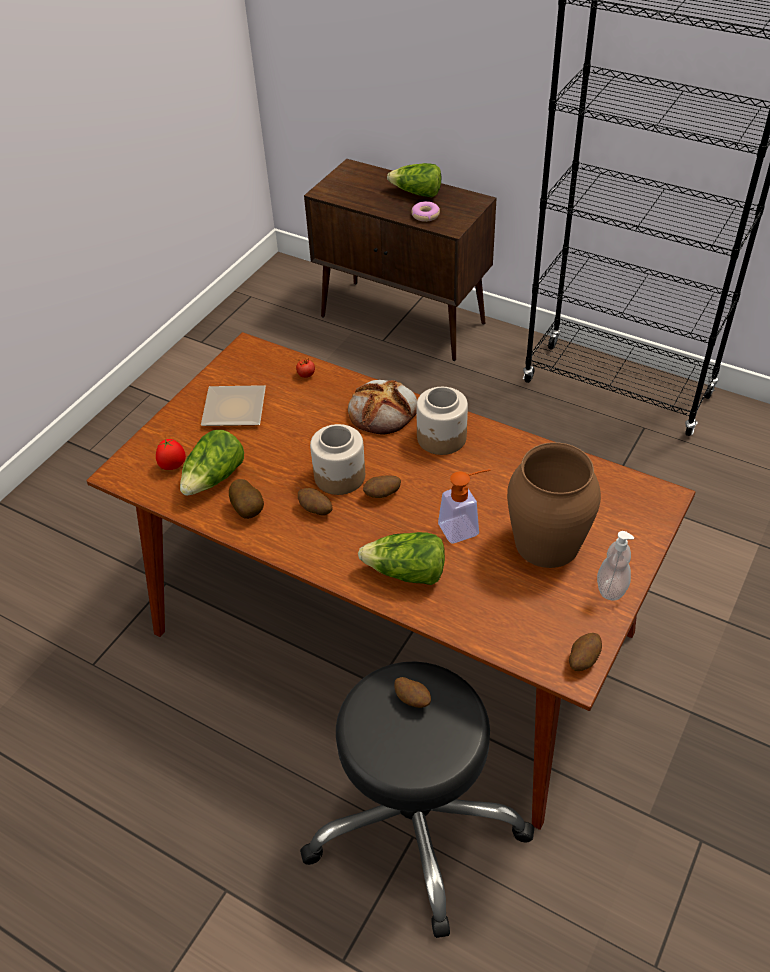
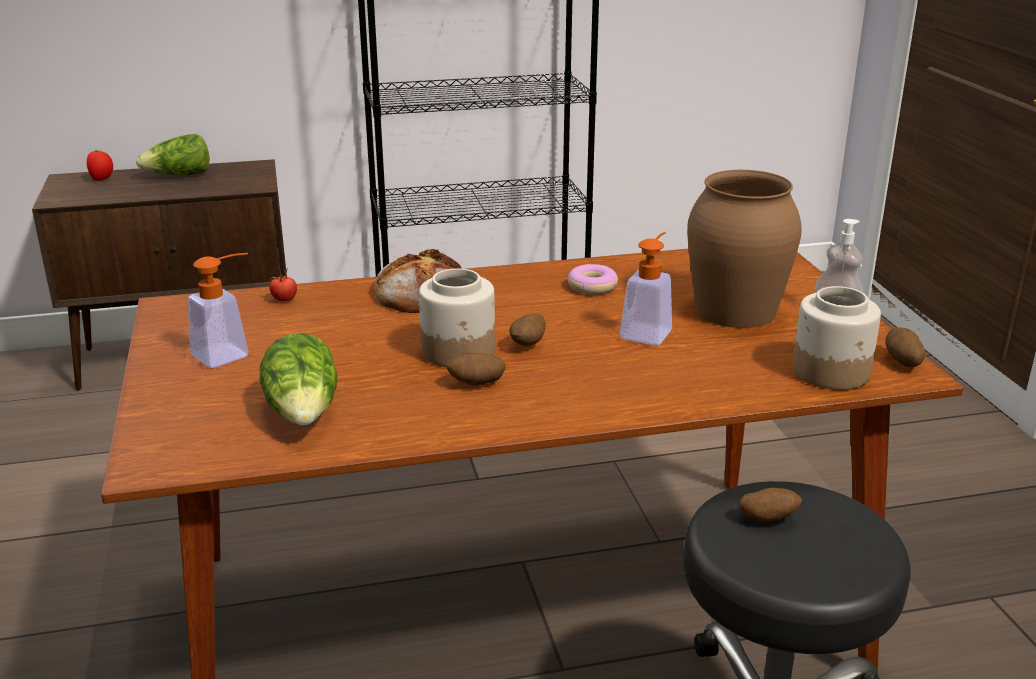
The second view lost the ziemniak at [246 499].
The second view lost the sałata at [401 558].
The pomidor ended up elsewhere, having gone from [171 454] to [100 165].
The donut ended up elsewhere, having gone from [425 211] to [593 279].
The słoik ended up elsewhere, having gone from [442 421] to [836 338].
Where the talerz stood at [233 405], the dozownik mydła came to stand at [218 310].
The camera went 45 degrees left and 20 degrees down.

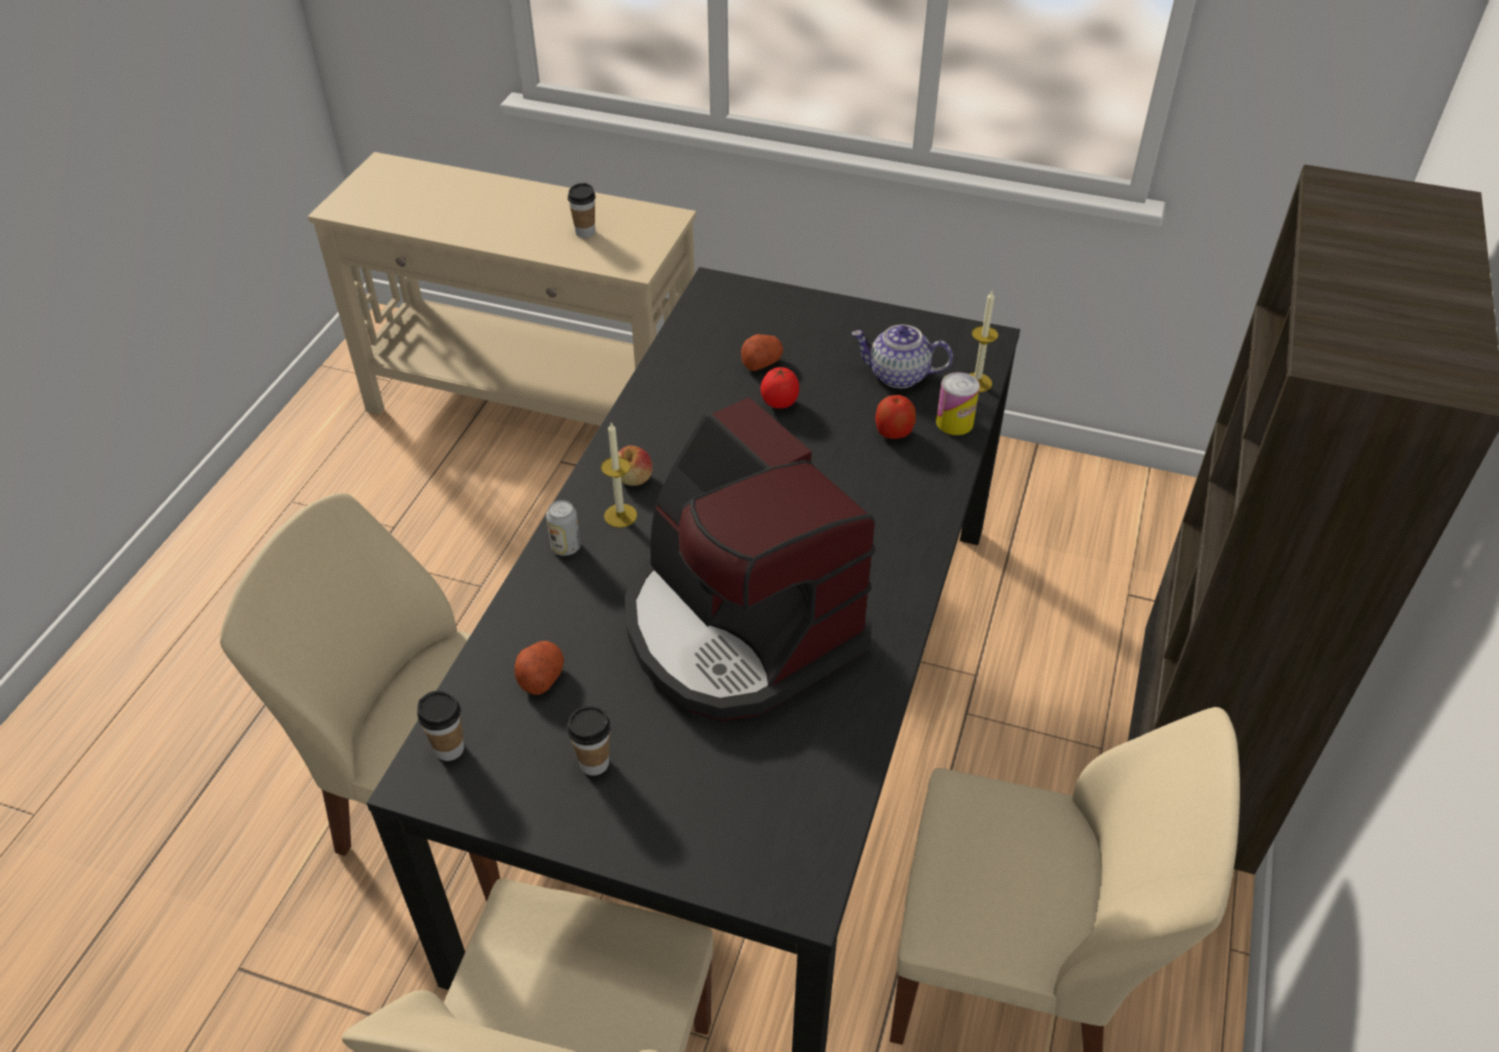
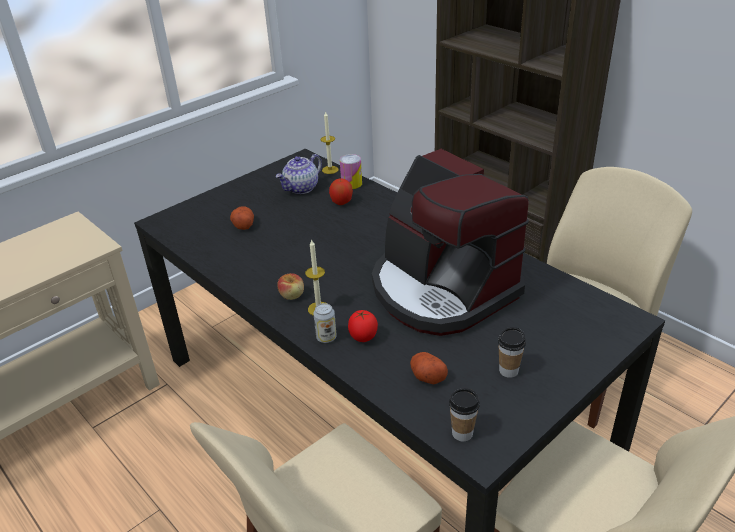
The second view lost the filiżanka at [582 210].
The pomidor ended up elsewhere, having gone from [779 387] to [363 326].
The ekspres do kawy at [750 559] ended up facing another way, 60 degrees clockwise from before.
The camera went 60 degrees left and 10 degrees down.

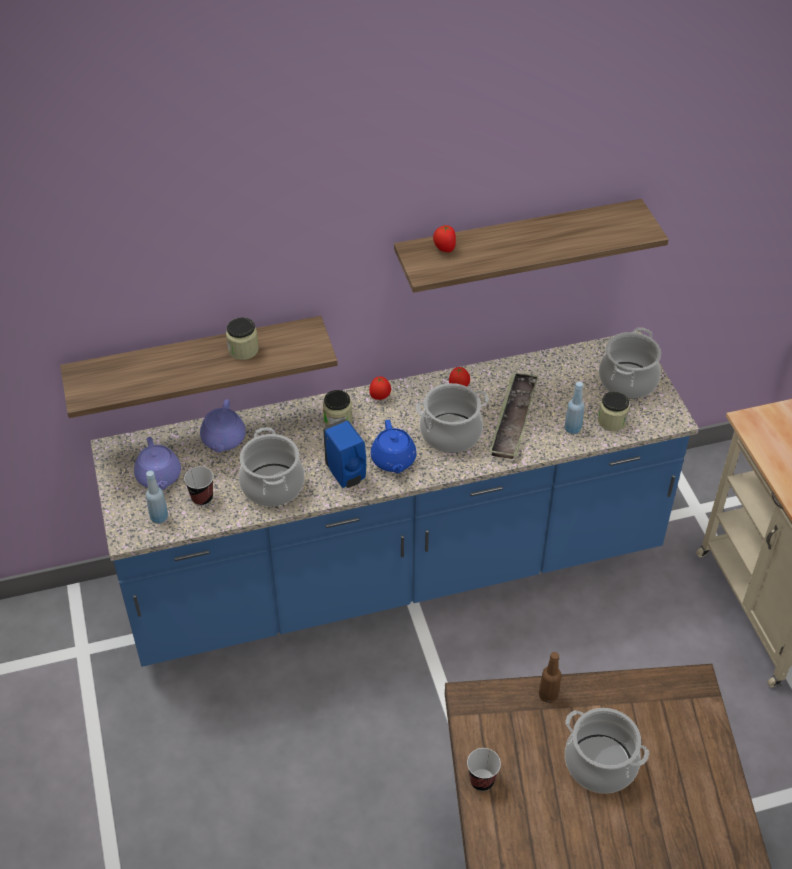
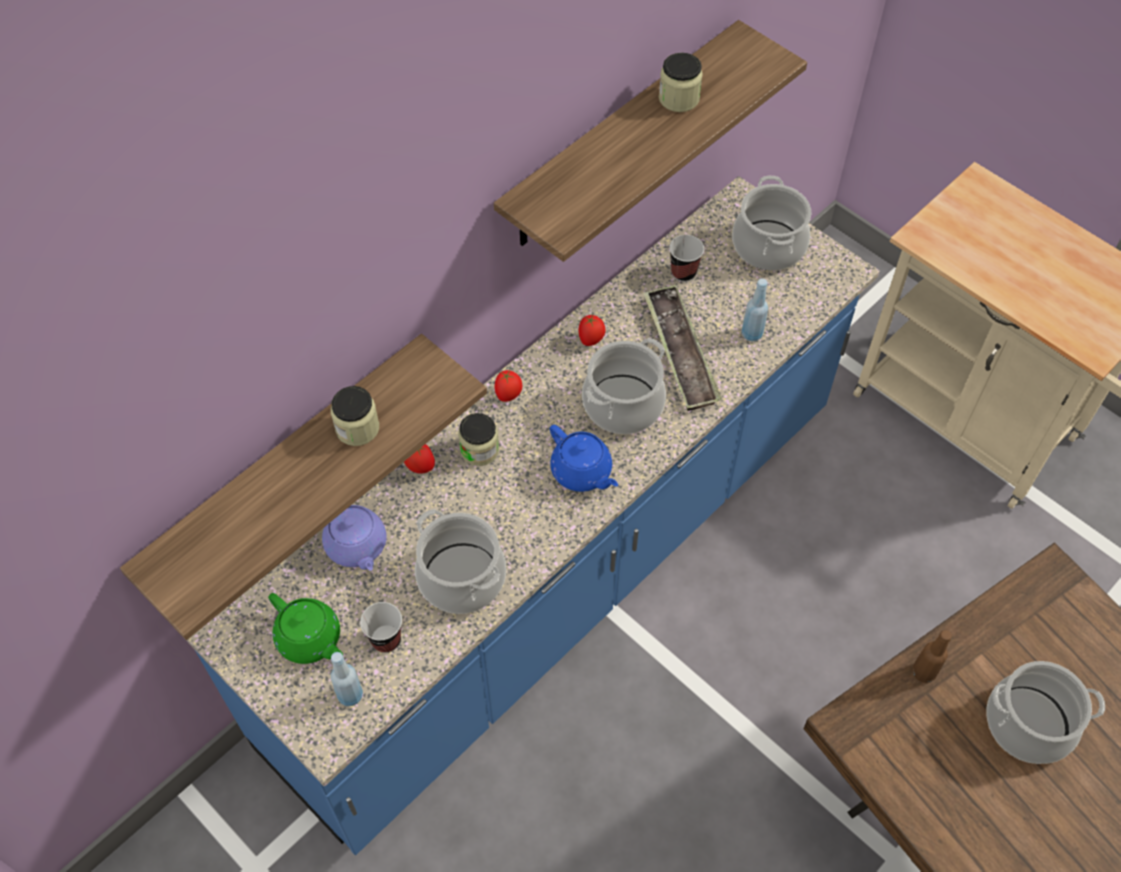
The second view lost the dozownik mydła [niebieski] at [344 453].
The pomidor ended up elsewhere, having gone from [444 238] to [419 459].
The filiżanka ended up elsewhere, having gone from [484 769] to [686 258].
The słoik ended up elsewhere, having gone from [613 411] to [681 82].
What was the imbryk [fioletowy] at [157 463] turned into the imbryk [zielony] at [305 628].
The camera went 30 degrees left and 10 degrees up.

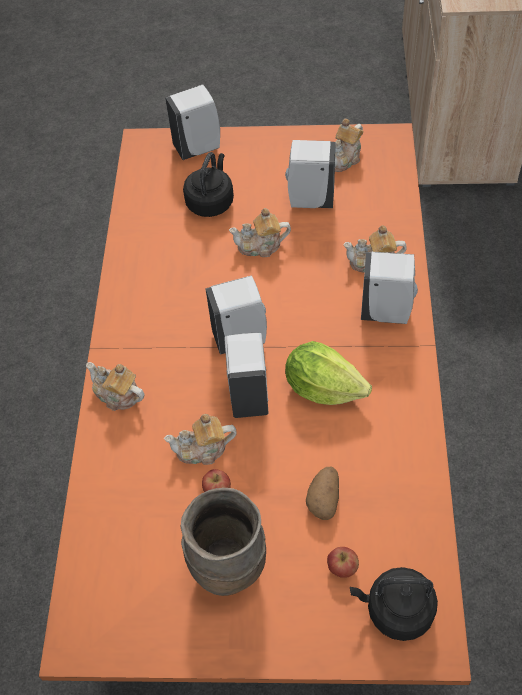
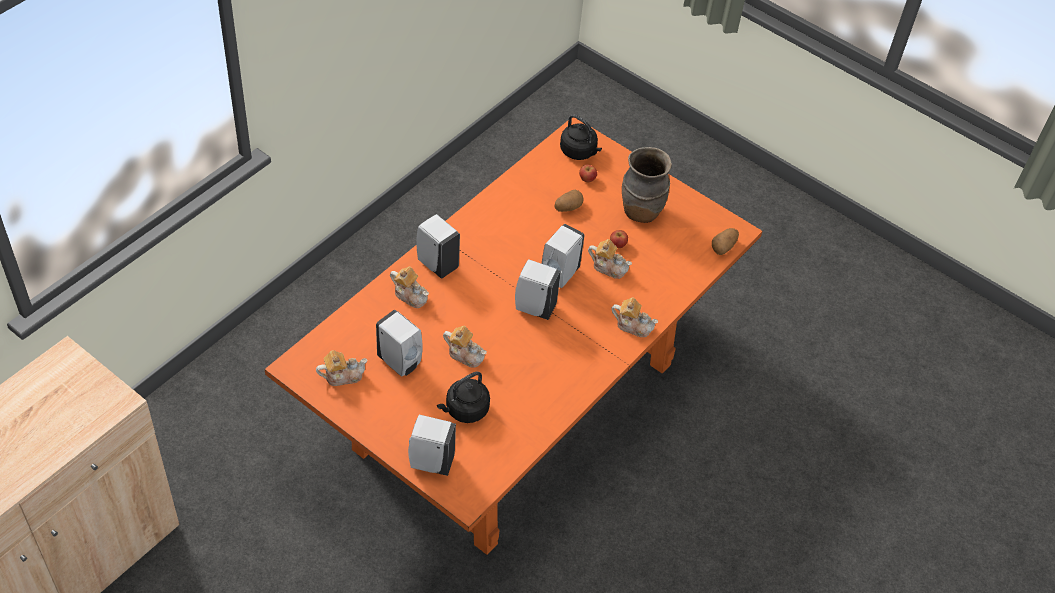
The second view lost the sałata at [328 373].
The second view gained the ziemniak at [725 241].
The imbryk at [115 386] ended up facing another way, 45 degrees counterclockwise from before.
The camera went 150 degrees left and 5 degrees down.

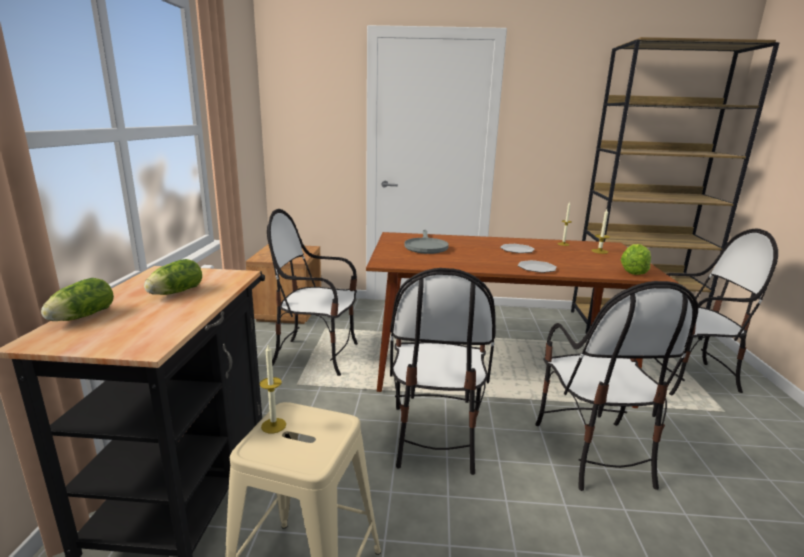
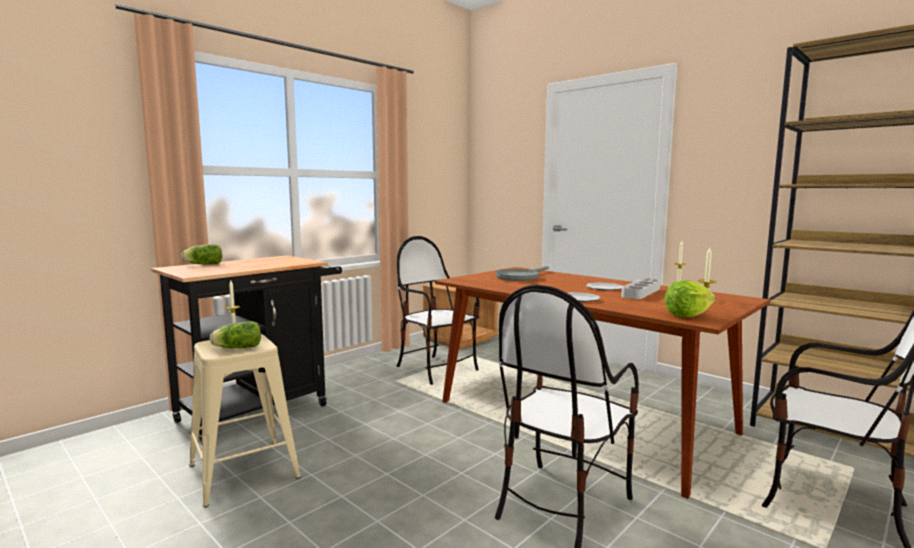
The second view lost the krzesło at [442 371].
The second view gained the taca [szary] at [640 288].
The sałata ended up elsewhere, having gone from [173 277] to [235 334].
The camera went 40 degrees right and 10 degrees down.

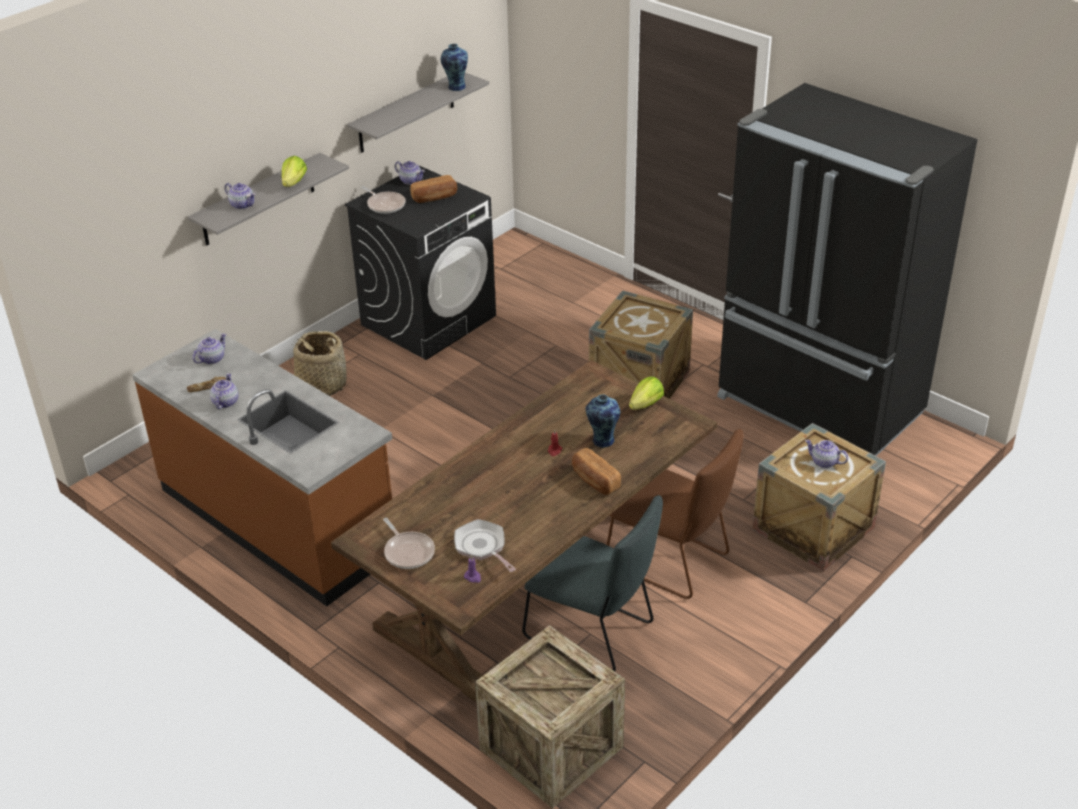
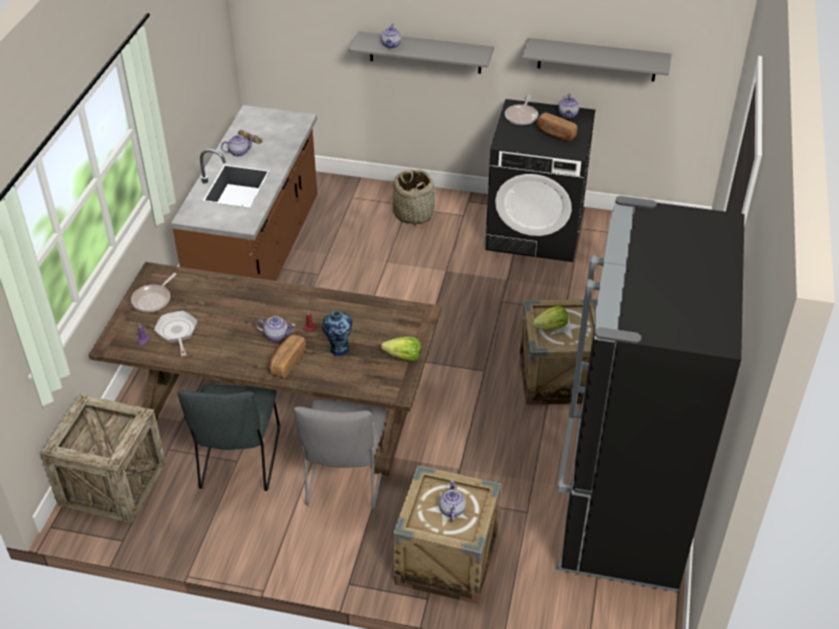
The second view lost the wazon at [454 67].
The imbryk ended up elsewhere, having gone from [209 348] to [275 328].
The sałata ended up elsewhere, having gone from [294 171] to [550 318].
What was the krzesło [brązowy] at [675 514] turned into the krzesło [szary] at [340 455].
The patelnia at [485 545] ended up facing another way, 45 degrees counterclockwise from before.
The camera went 60 degrees right and 5 degrees up.

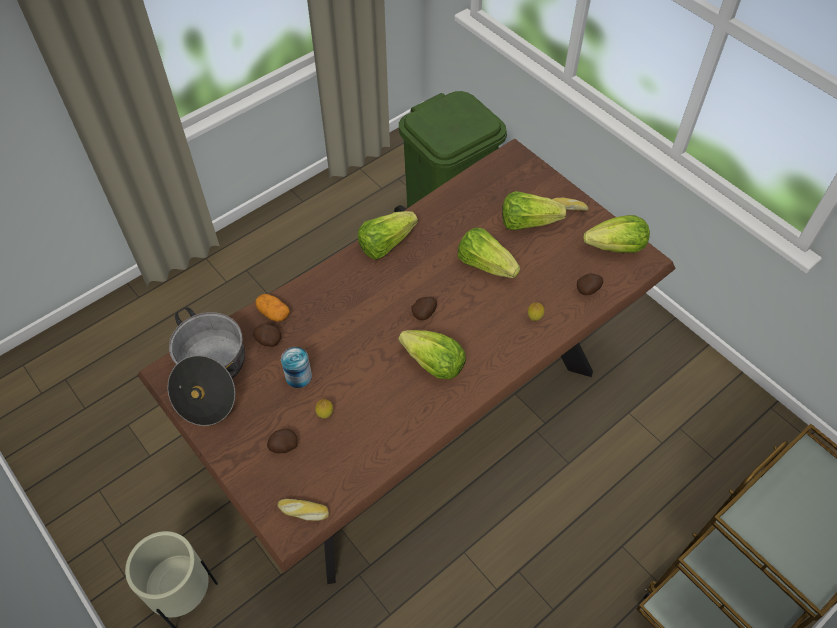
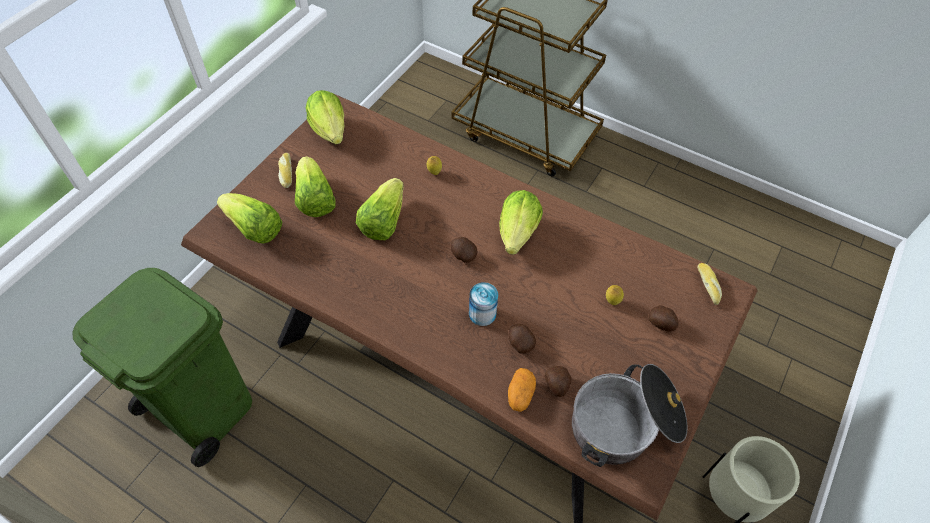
The puszka ended up elsewhere, having gone from [296 367] to [483 304].
The sałata ended up elsewhere, having gone from [388 235] to [249 218].
The ziemniak ended up elsewhere, having gone from [590 284] to [522 339].
The camera went 110 degrees left and 0 degrees up.

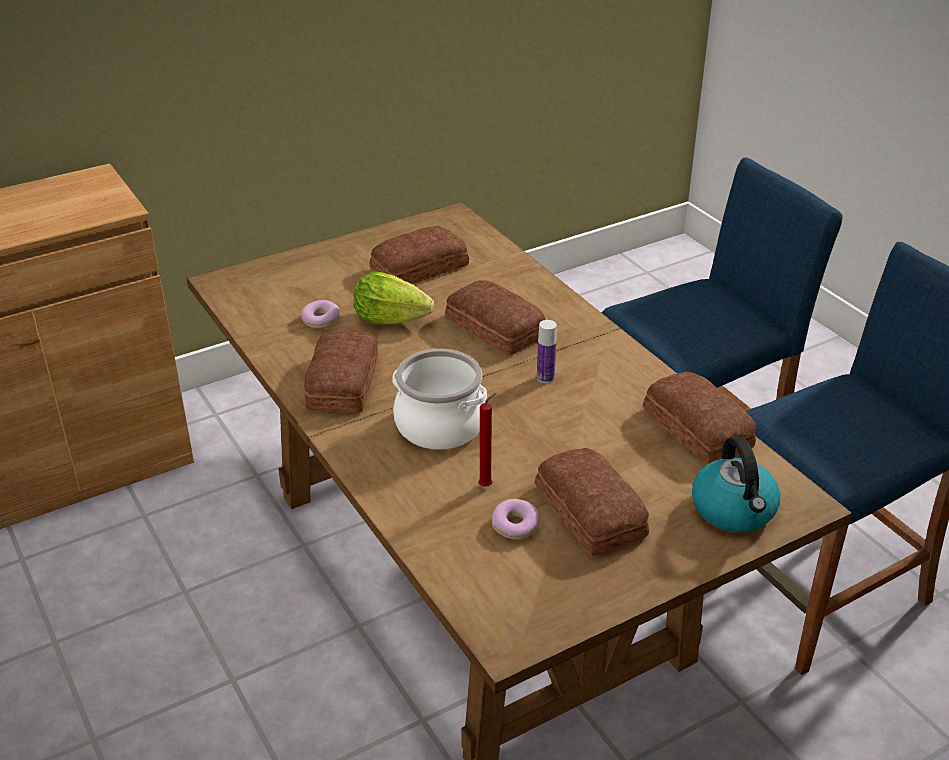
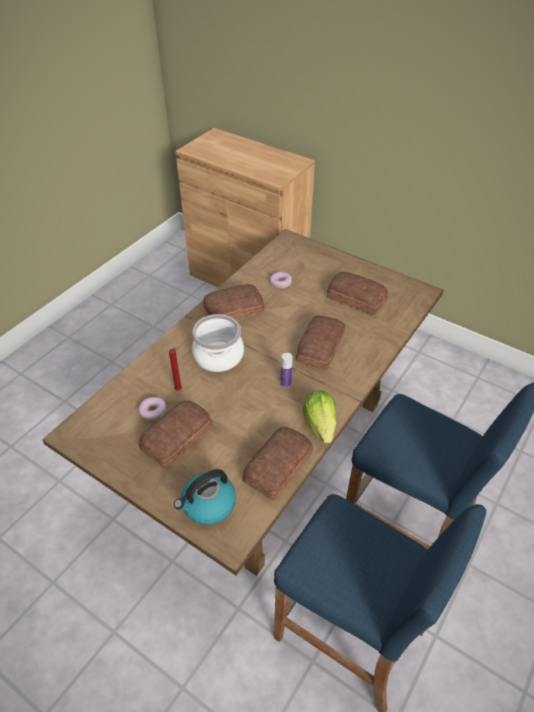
The sałata ended up elsewhere, having gone from [394 298] to [319 416].
The camera went 65 degrees right and 10 degrees up.

